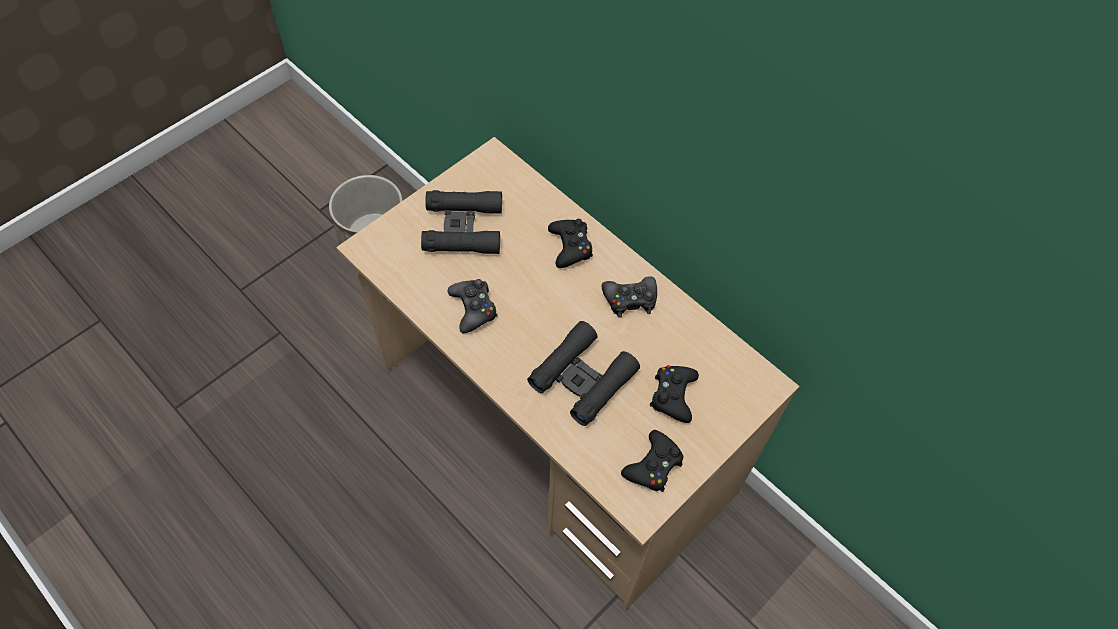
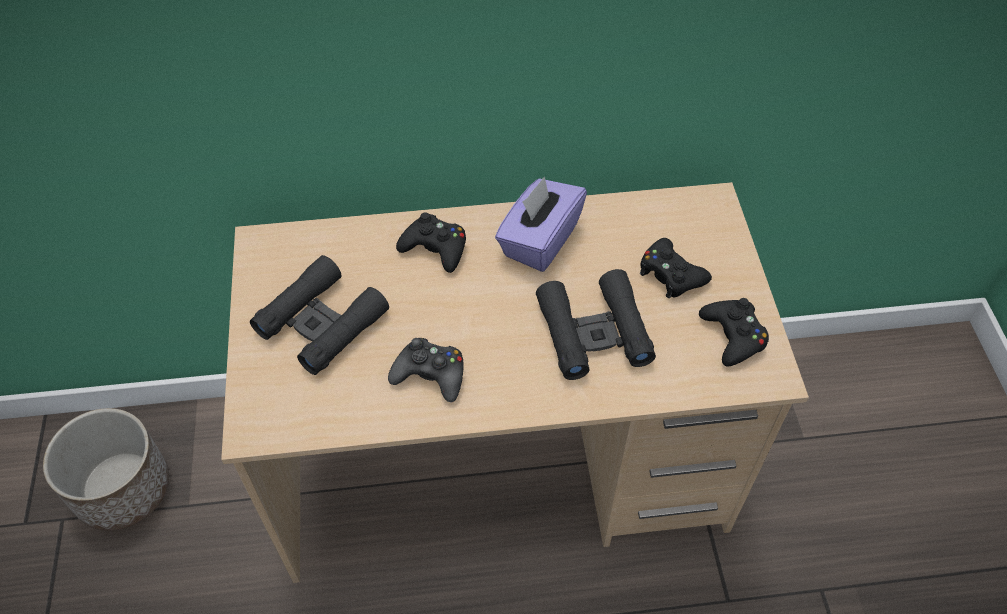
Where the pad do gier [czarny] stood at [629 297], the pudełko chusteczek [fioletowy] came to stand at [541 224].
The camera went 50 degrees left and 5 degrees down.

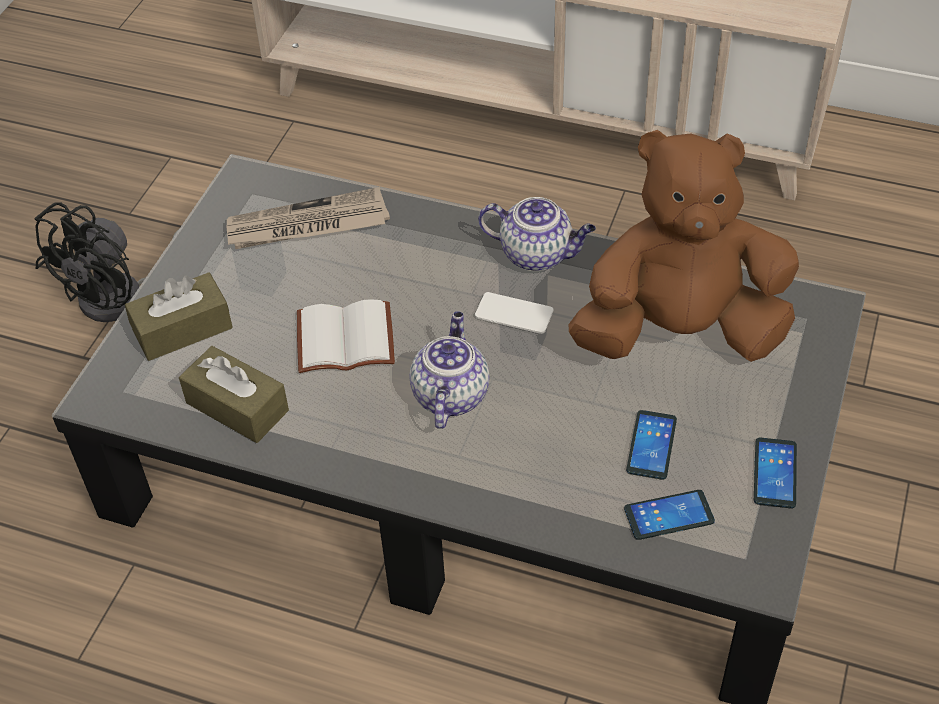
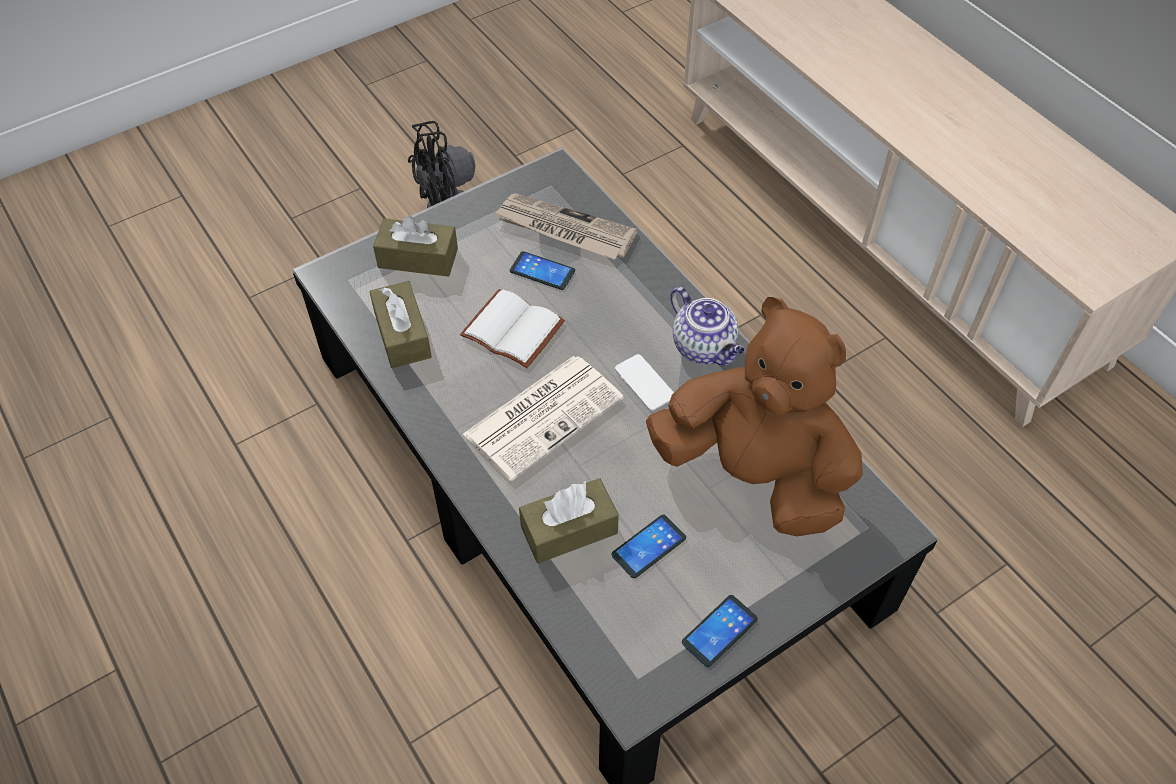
The second view gained the pudełko chusteczek [brązowy] at [569 521].
The telefon ended up elsewhere, having gone from [669 515] to [542 270].
Where the imbryk stood at [449 370], the gazeta came to stand at [543 418].
The camera went 35 degrees right and 5 degrees up.

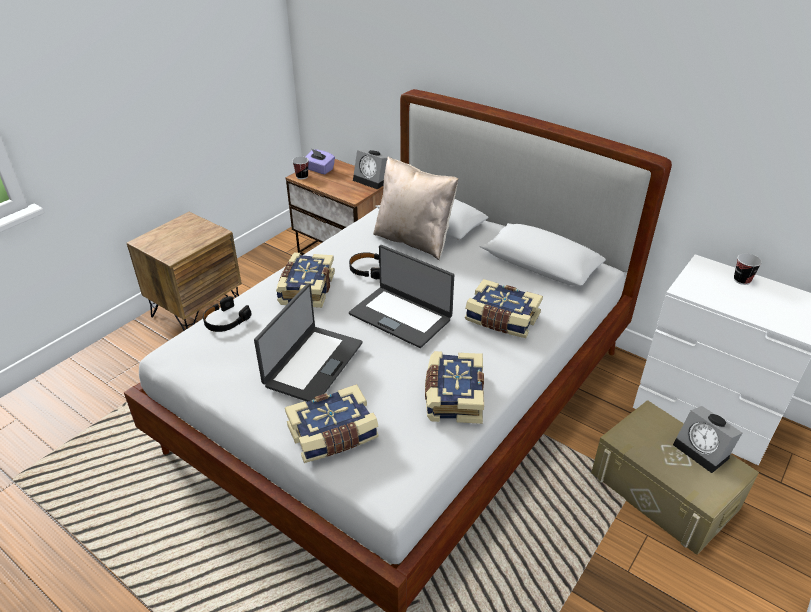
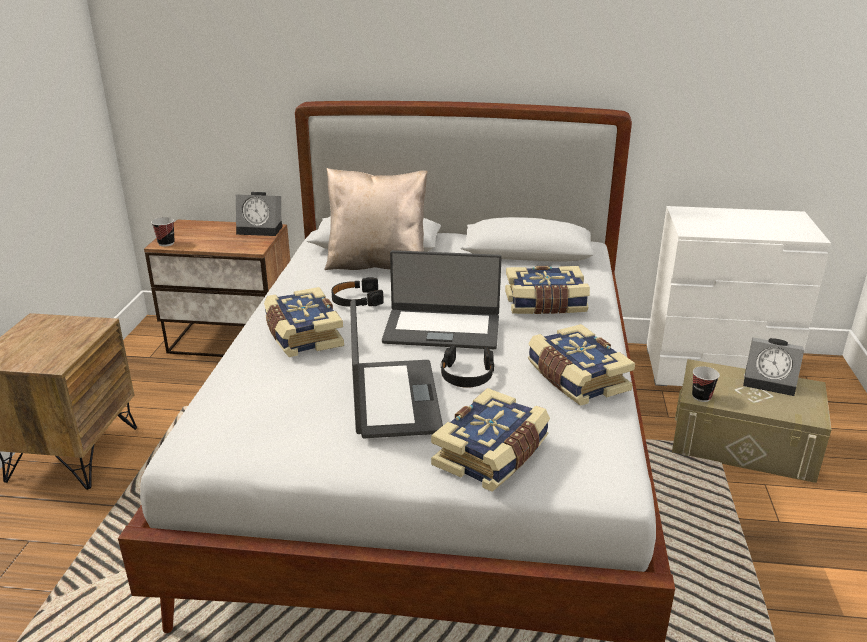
The second view lost the pudełko chusteczek [fioletowy] at [320 161].
The słuchawki [czarny] ended up elsewhere, having gone from [227 314] to [467 366].
The filiżanka ended up elsewhere, having gone from [748 269] to [706 384].
The camera went 30 degrees left and 10 degrees down.

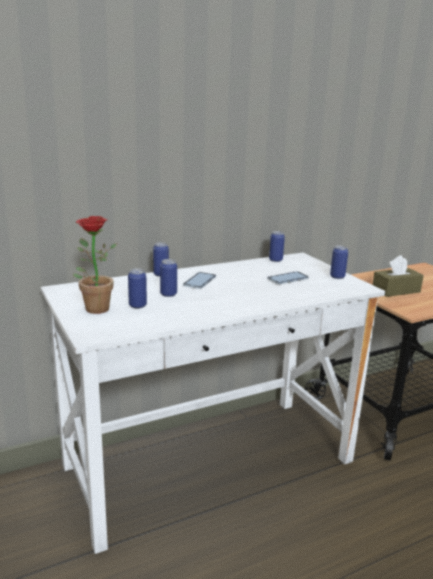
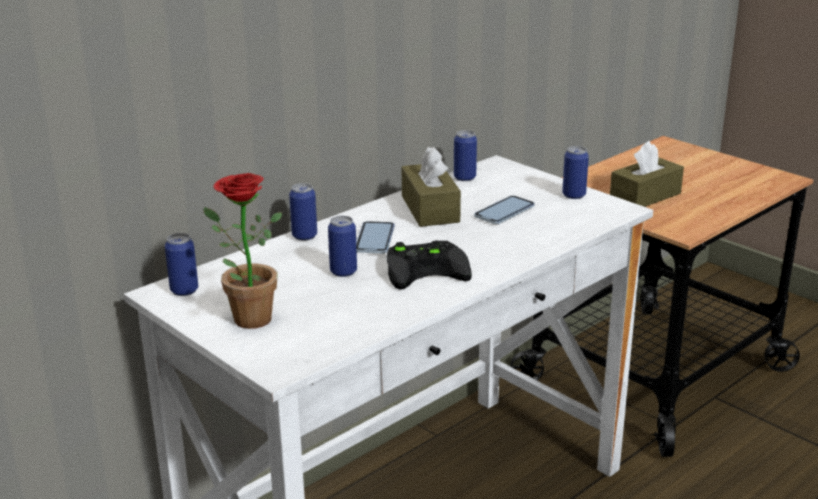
The second view gained the pad do gier [czarny] at [429 265].
The second view gained the pudełko chusteczek [brązowy] at [431 187].
The puszka ended up elsewhere, having gone from [137 288] to [181 264].
The camera went 15 degrees left and 5 degrees up.

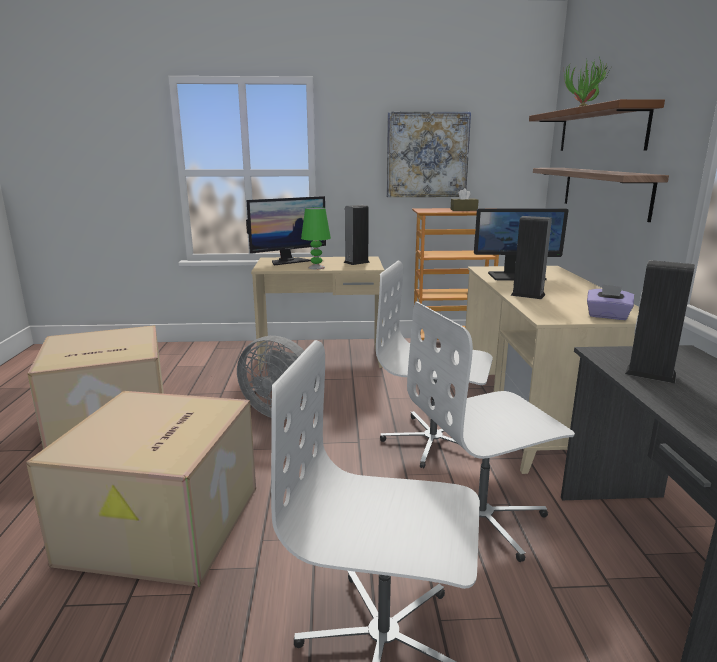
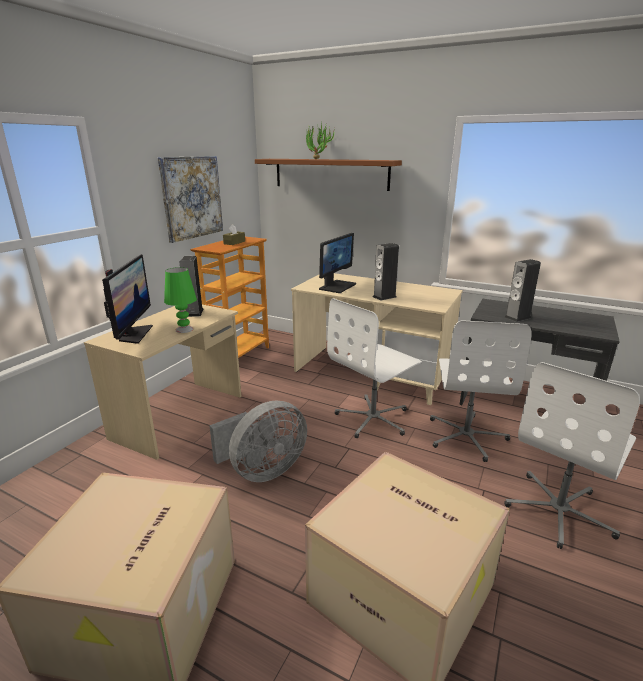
The second view lost the półka at [601 195].
The second view lost the pudełko chusteczek [fioletowy] at [610 302].
The camera went 60 degrees left and 5 degrees up.

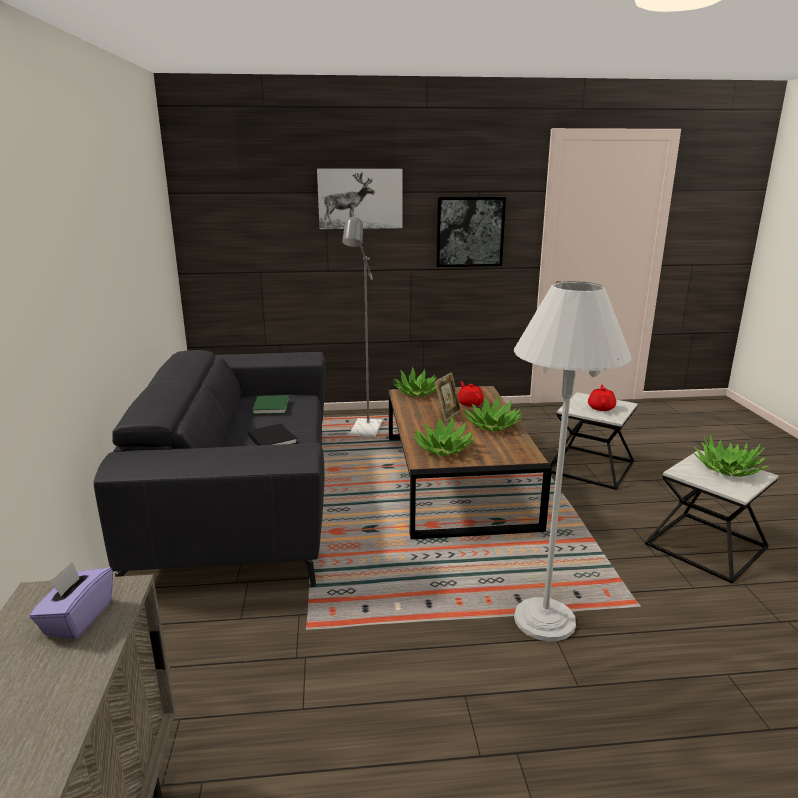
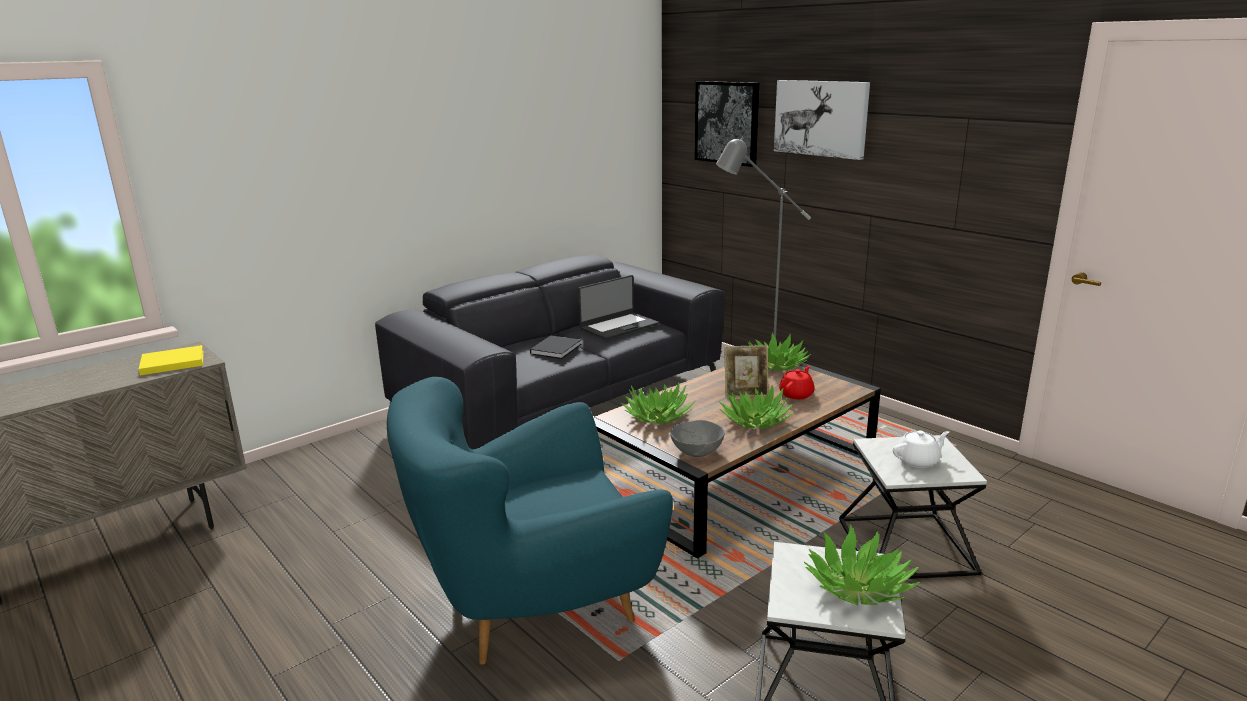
The second view gained the miska [szary] at [698 438].
The obraz ended up elsewhere, having gone from [471 232] to [727 124].
Where the pudełko chusteczek [fioletowy] stood at [71 600], the książka [żółty] came to stand at [171 360].
Where the książka [zielony] stood at [270 404], the laptop came to stand at [618 307].
Where the lampa stojąca [biały] stood at [573 461], the fotel [turkusowy] came to stand at [530 521].
What was the imbryk [czerwony] at [602 398] turned into the imbryk [biały] at [921 449].
The camera went 55 degrees right and 0 degrees up.

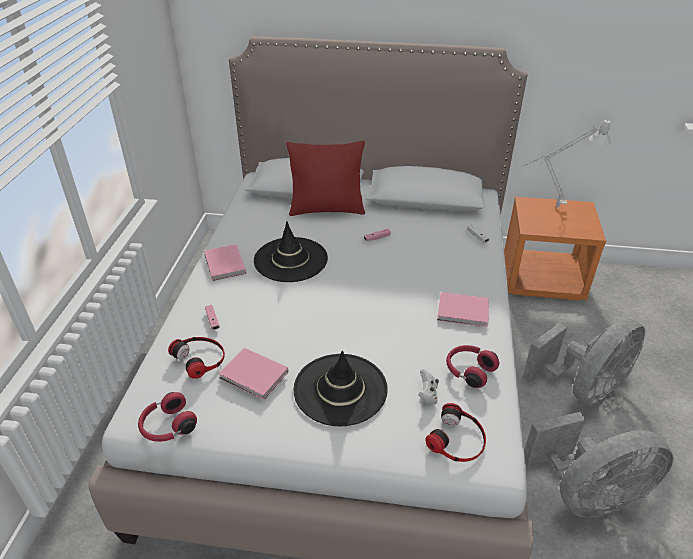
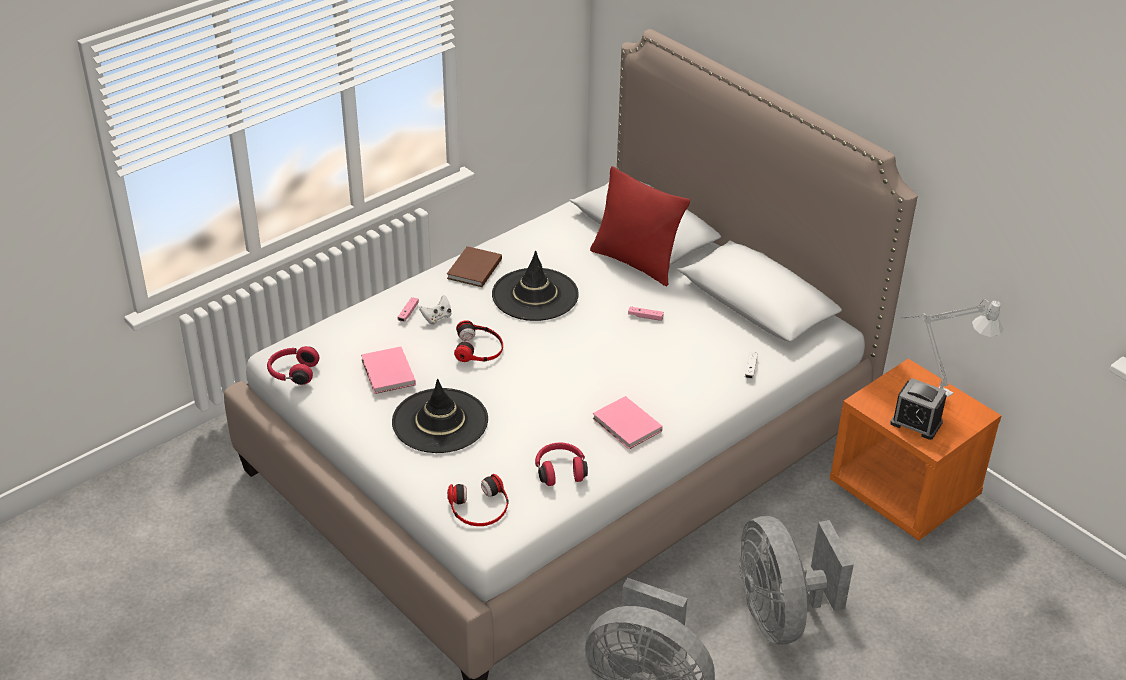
The second view gained the budzik at [918 409].
The słuchawki ended up elsewhere, having gone from [196 358] to [478 341].
The pad do gier [biały] ended up elsewhere, having gone from [429 386] to [435 310].
What was the książka [różowy] at [225 262] turned into the książka [brązowy] at [474 266].
The wentylator [szary] at [584 362] ended up facing another way, 75 degrees clockwise from before.
The camera went 40 degrees right and 0 degrees up.

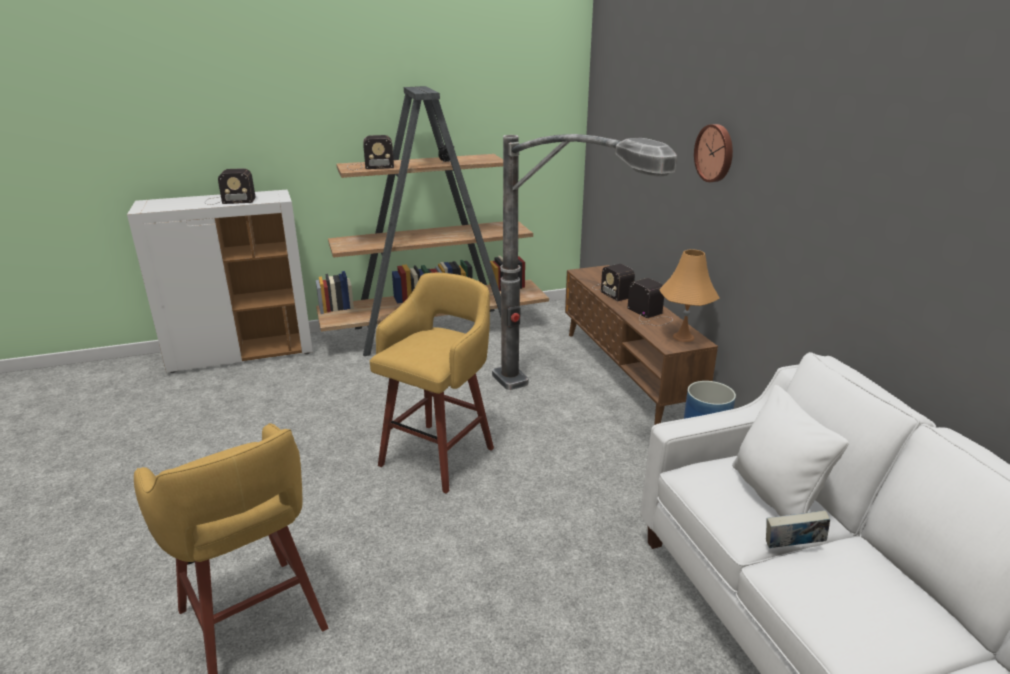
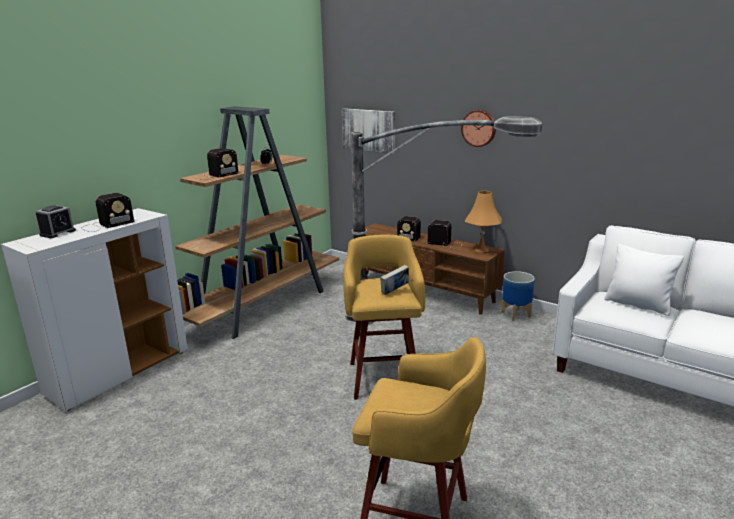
The second view gained the budzik at [56 221].
The second view gained the obraz at [368 131].
The książka ended up elsewhere, having gone from [798 529] to [394 280].
The camera went 35 degrees left and 5 degrees down.

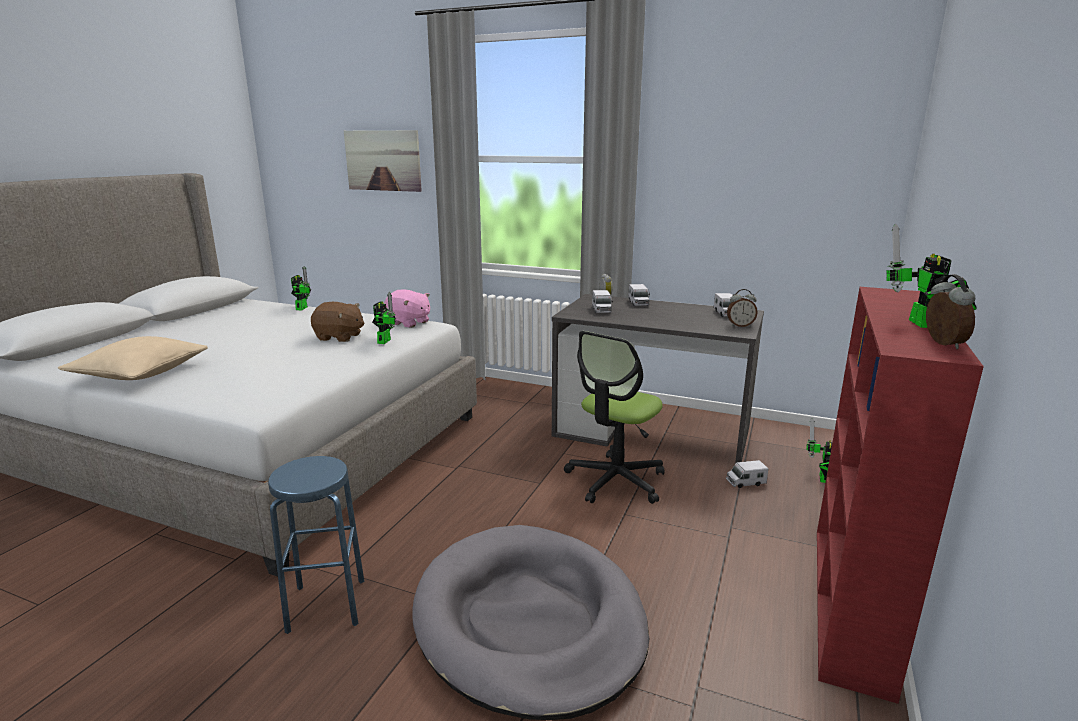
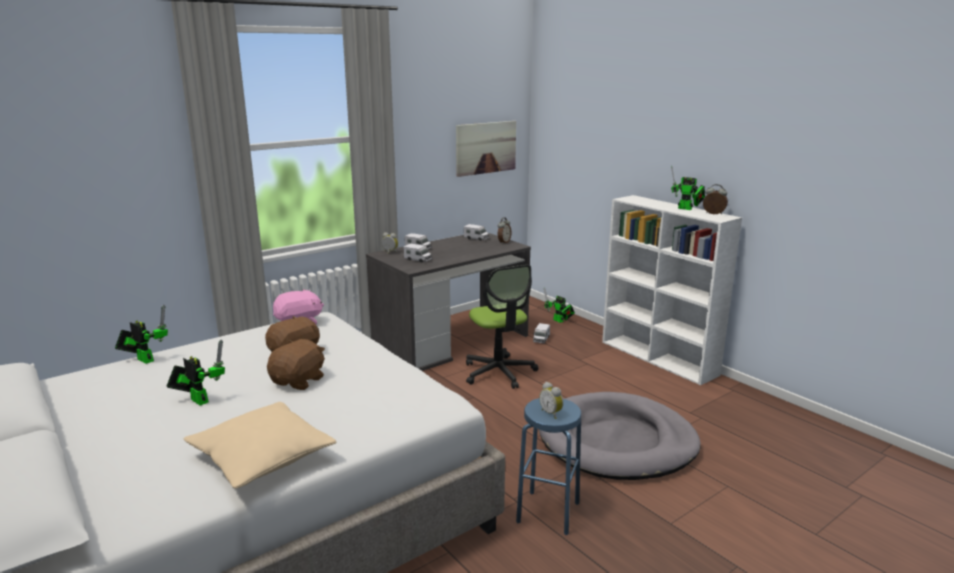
The second view gained the pluszak [brązowy] at [296 364].
The second view gained the budzik at [551 400].
The obraz ended up elsewhere, having gone from [383 161] to [486 149].
The robot zabawkowy ended up elsewhere, having gone from [384 318] to [196 373].
What was the regał [czerwony] at [900 495] turned into the regał [biały] at [672 290].
The camera went 60 degrees left and 0 degrees up.

